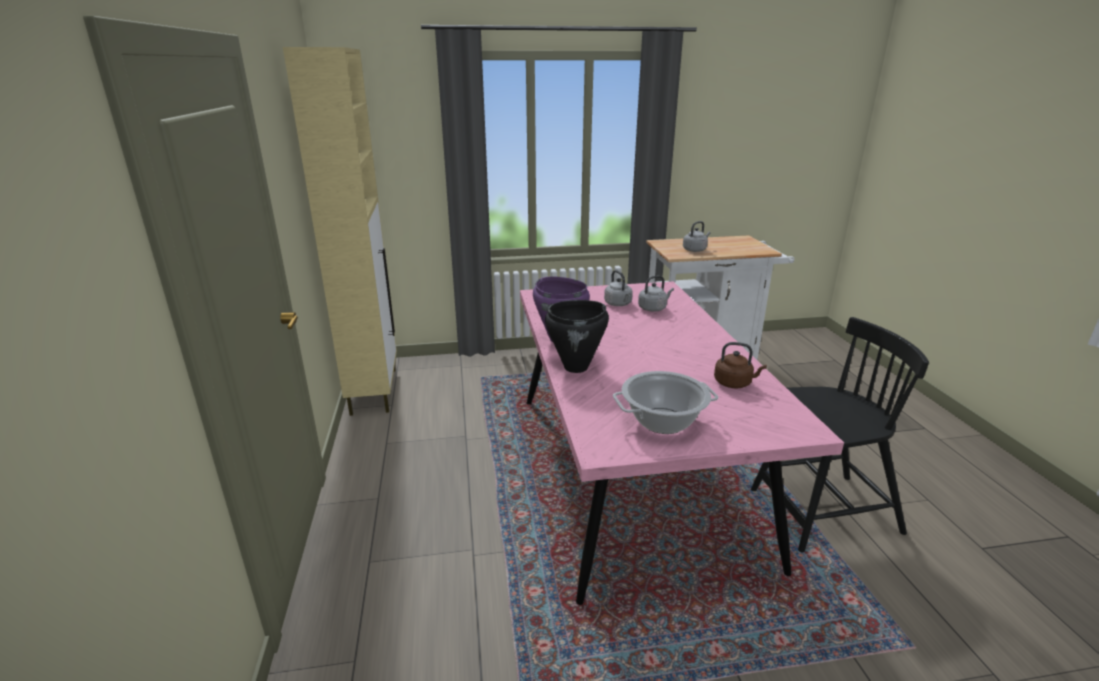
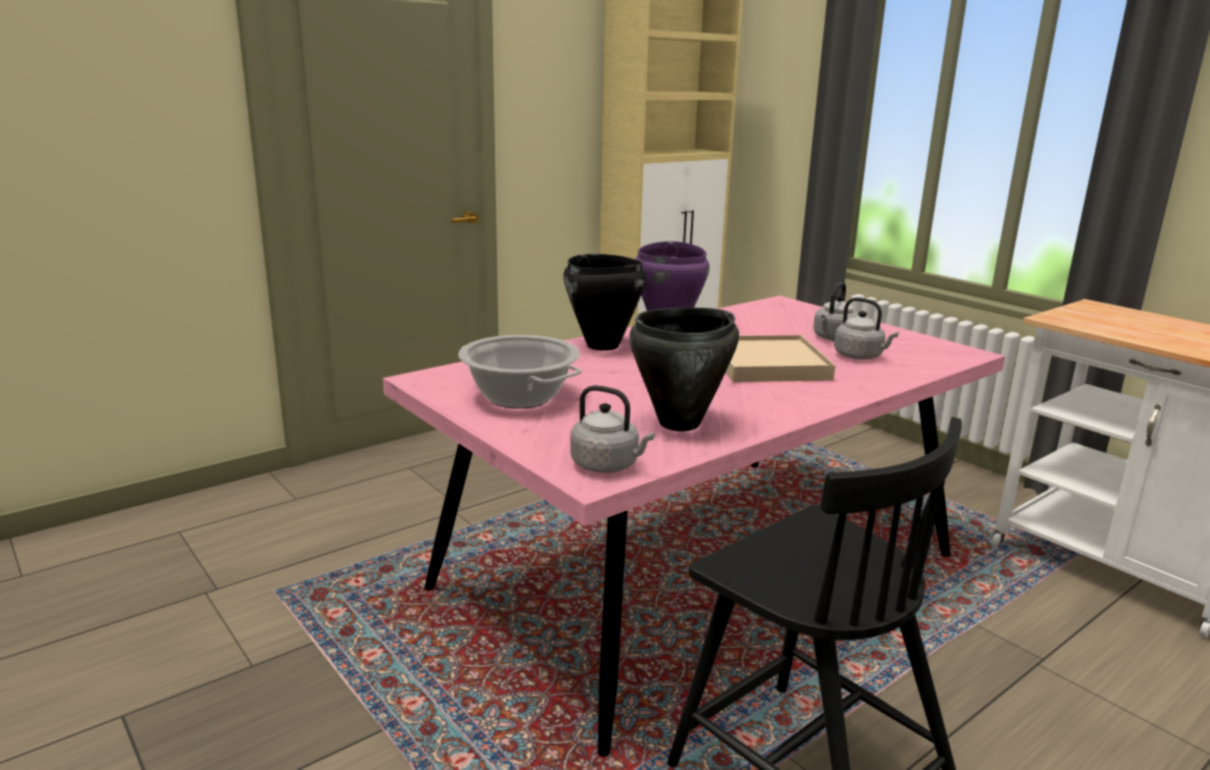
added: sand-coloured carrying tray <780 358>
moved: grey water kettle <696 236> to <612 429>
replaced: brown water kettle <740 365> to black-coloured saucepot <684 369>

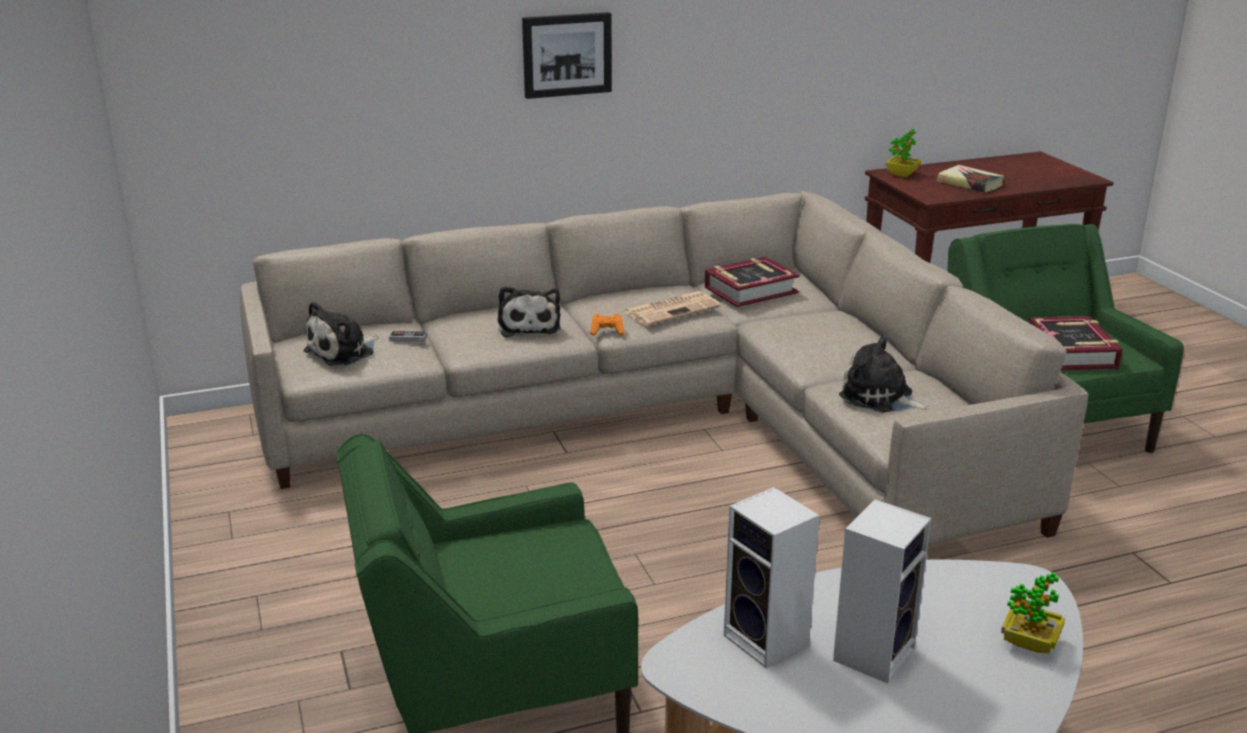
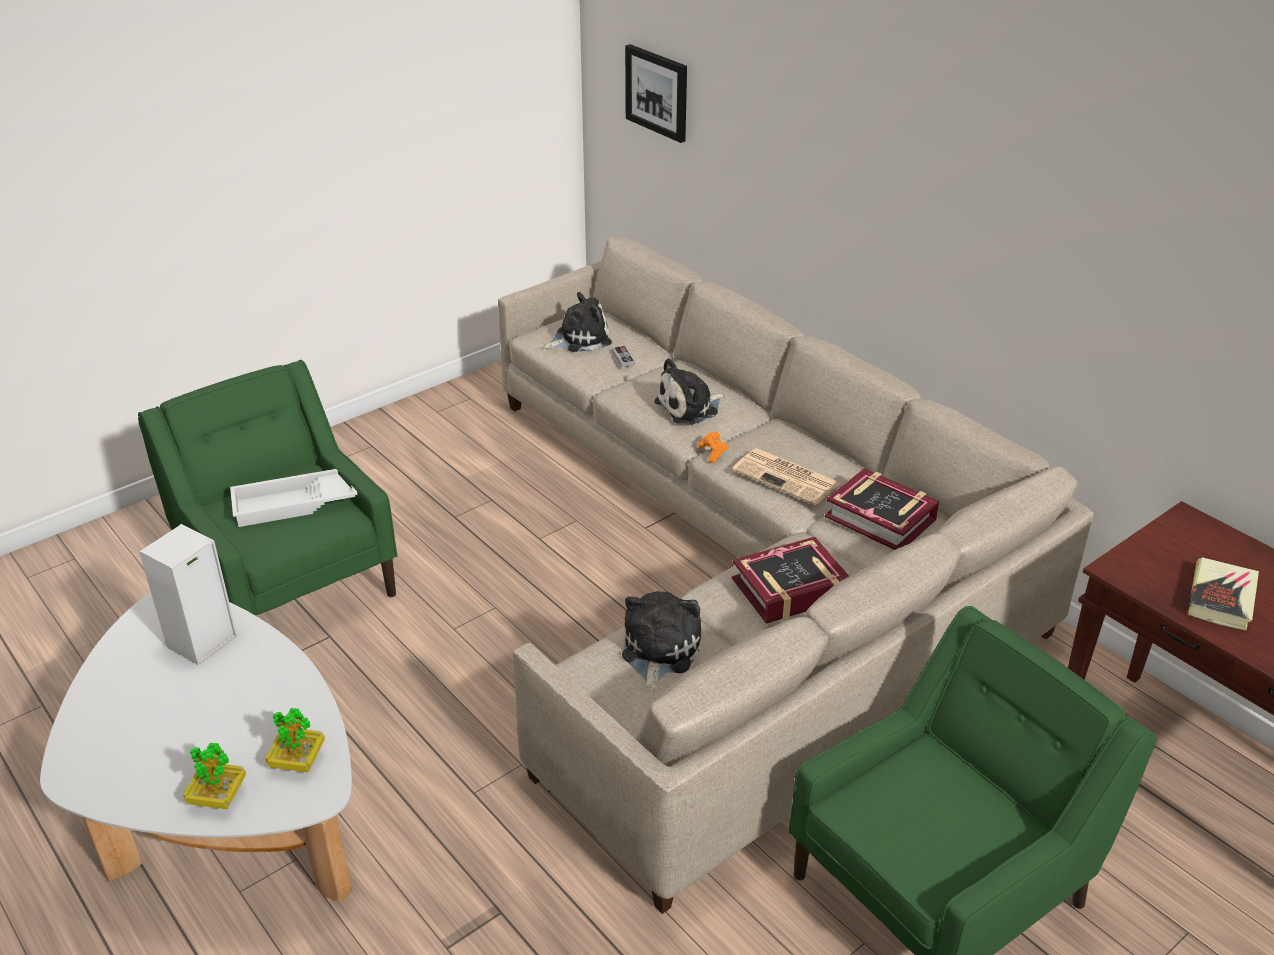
removed: loudspeaker <882 591>
added: white-coloured carrying tray <294 498>
moved: wall art <567 55> to <656 93>; potted plant <903 153> to <295 740>; volume <1076 343> to <791 580>
turned: cuddly toy <341 333> = <577 322> 135 degrees clockwise

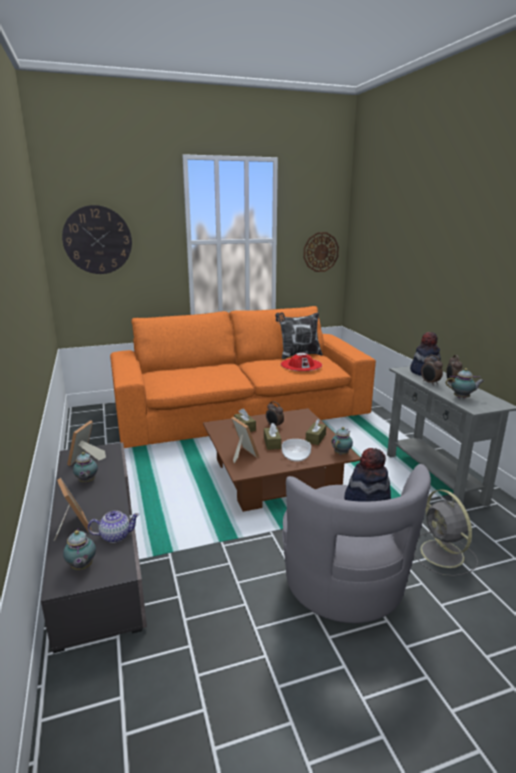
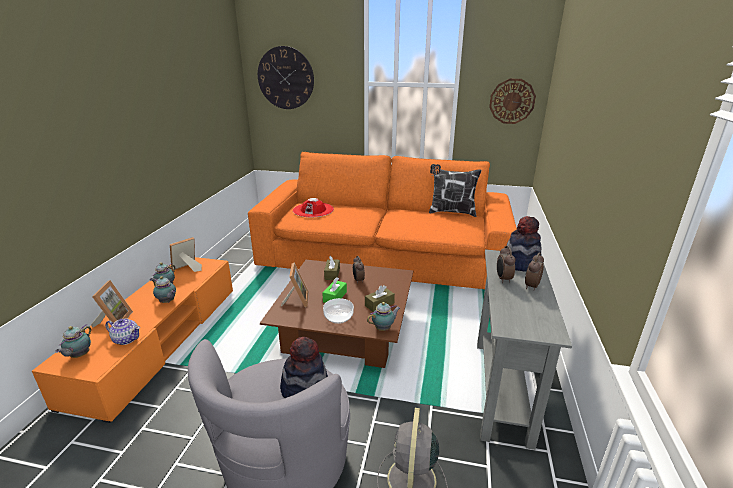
moved: red-coloured hat <301 362> to <313 207>; tea pot <465 383> to <164 289>
recoloured: brown tissue box <272 436> to green tissue box <334 290>; grey tv unit <94 547> to orangey tv unit <132 340>

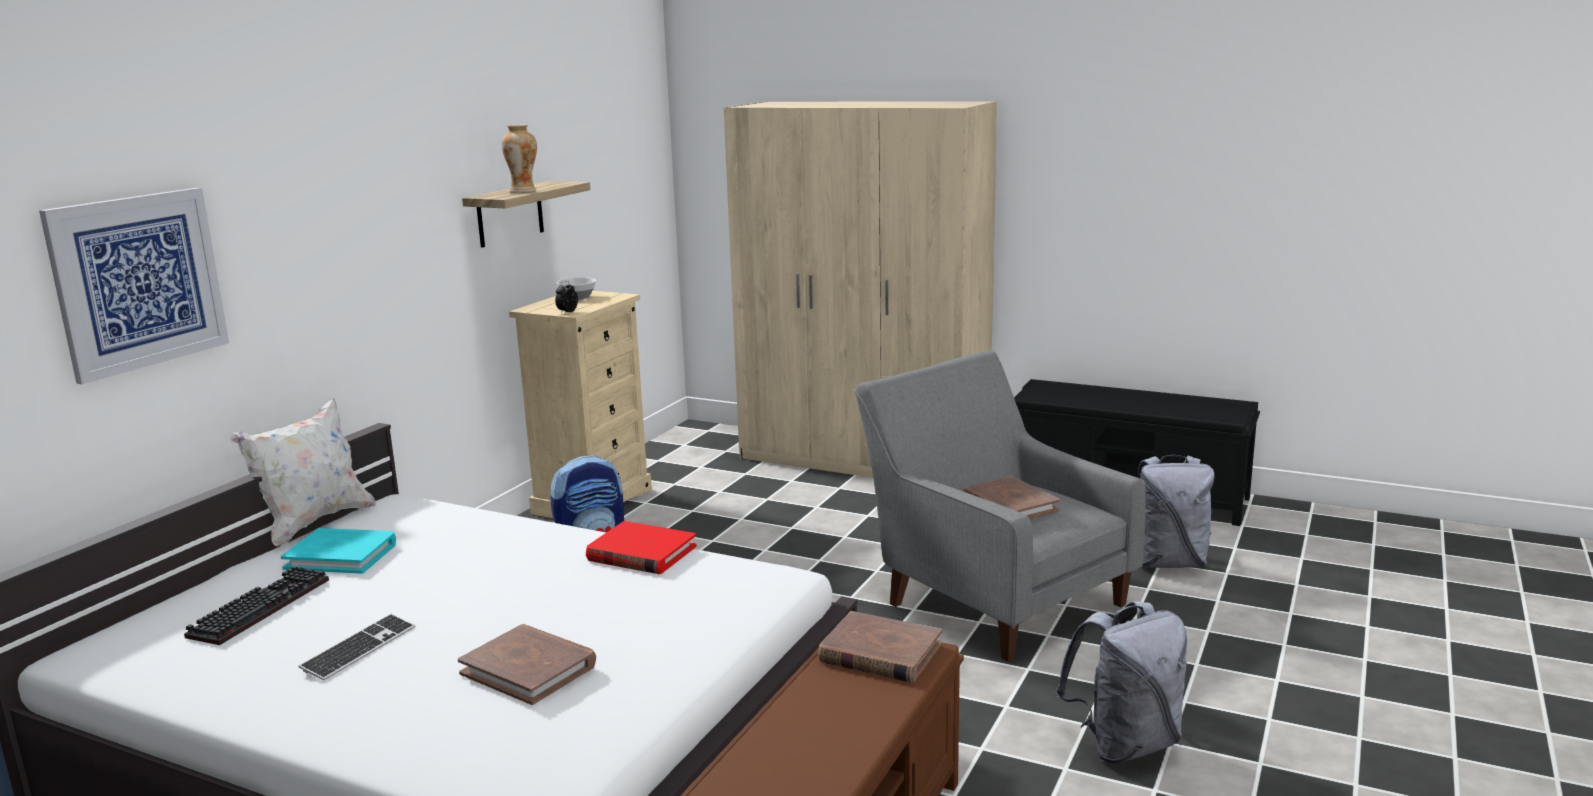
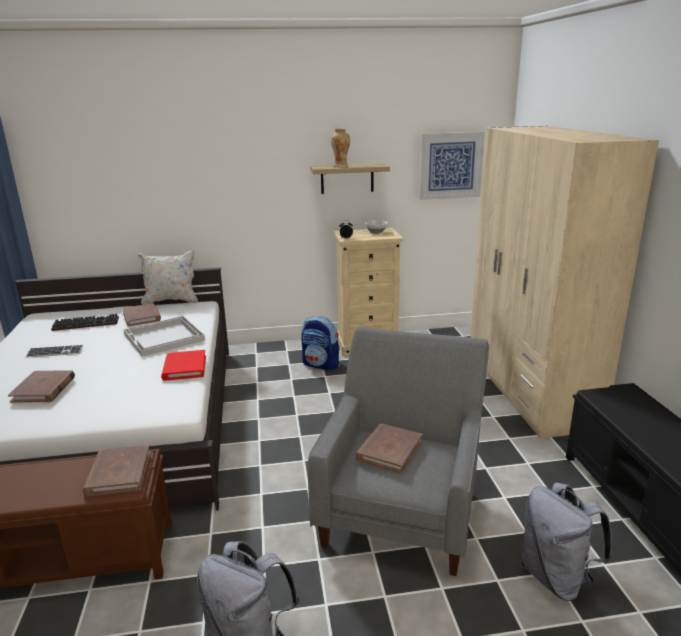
added: white-coloured carrying tray <164 336>
moved: wall art <134 286> to <452 166>
recoloured: blue-green volume <338 551> to brown volume <141 315>

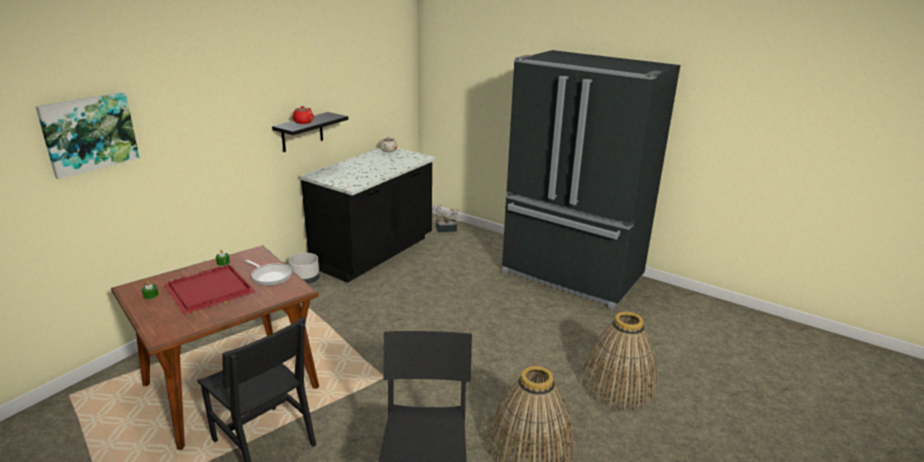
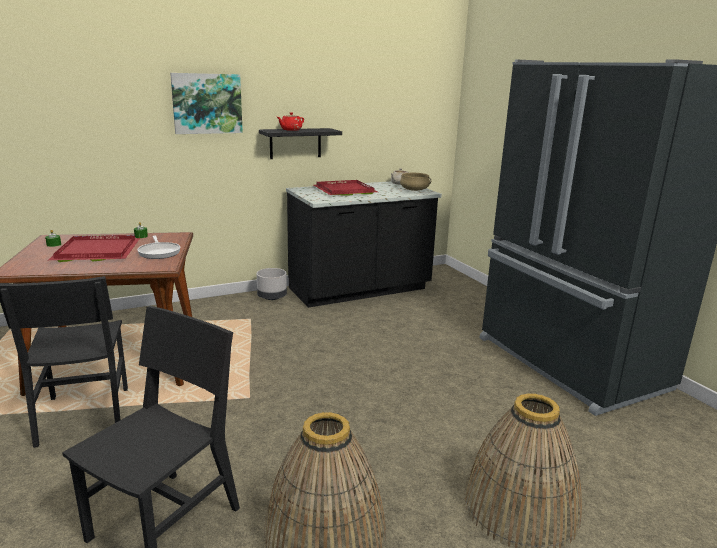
removed: potted plant <447 217>
added: sand-coloured saucepot <415 182>; red-coloured carrying tray <345 188>
moved: wall art <87 135> to <206 103>

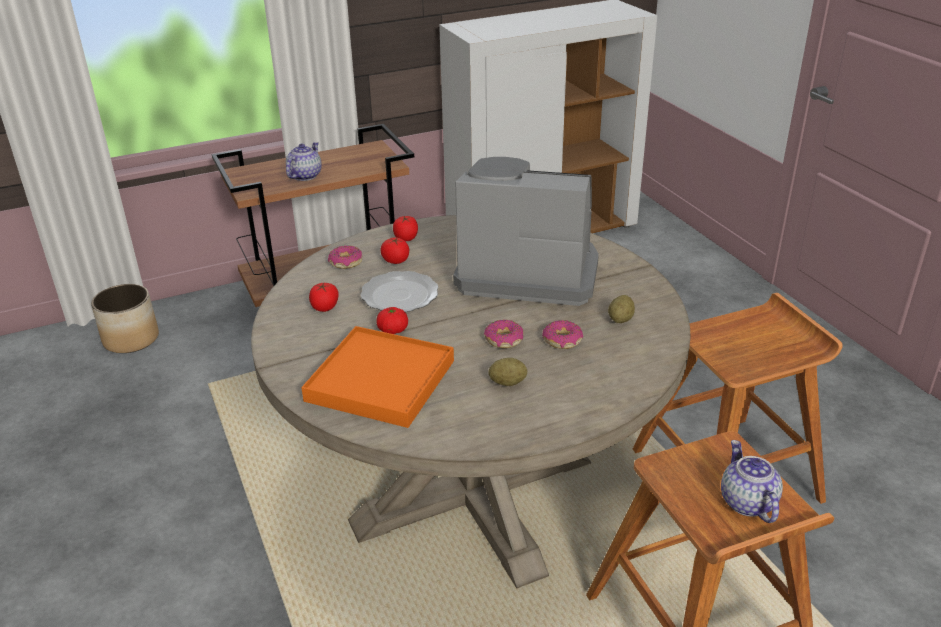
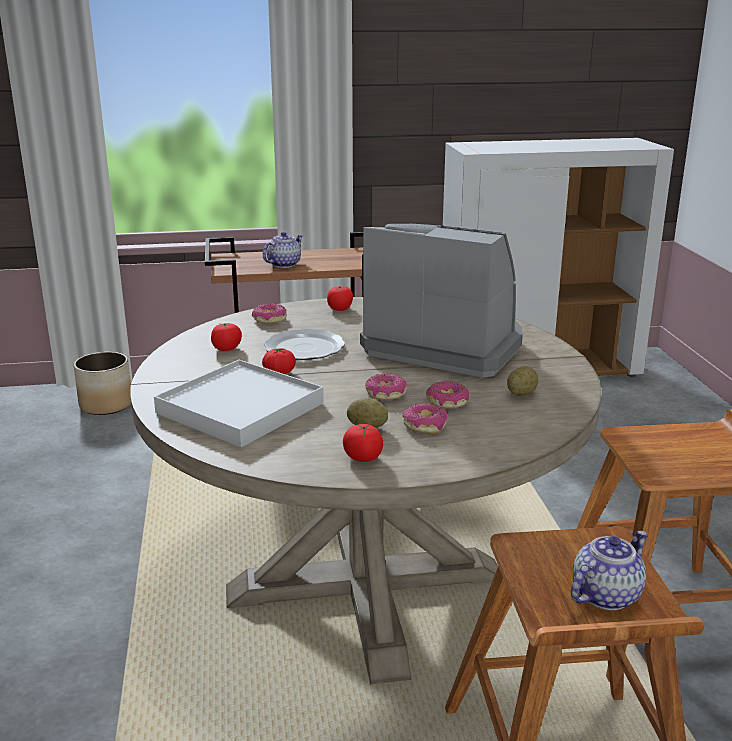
added: ring doughnut <425 418>
moved: fresh tomato <394 250> to <363 443>
recoloured: orangey carrying tray <377 377> to white-coloured carrying tray <239 403>
turned: tea pot <752 481> = <609 570> 45 degrees clockwise

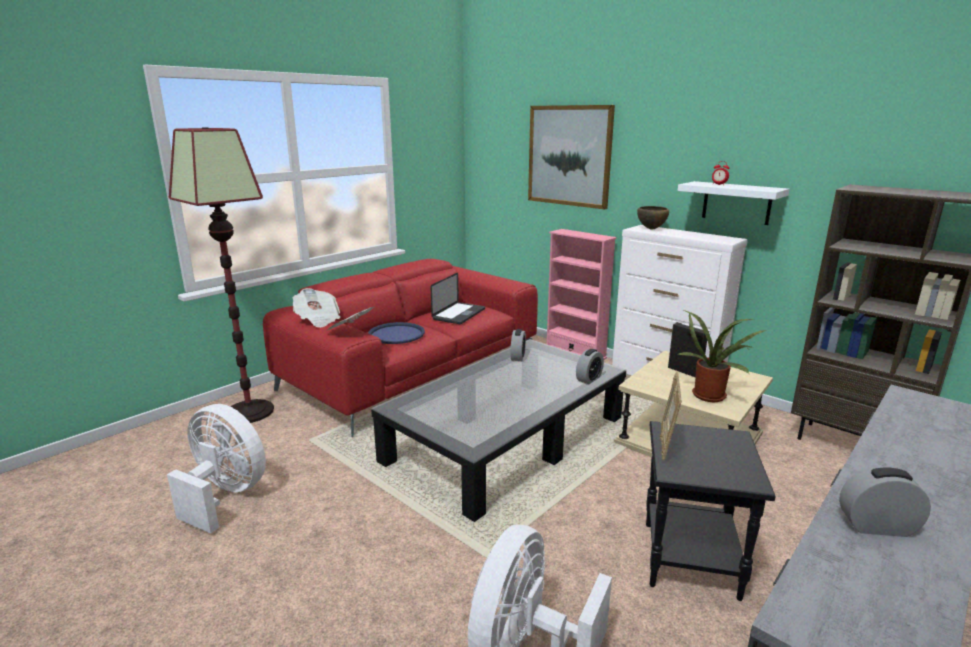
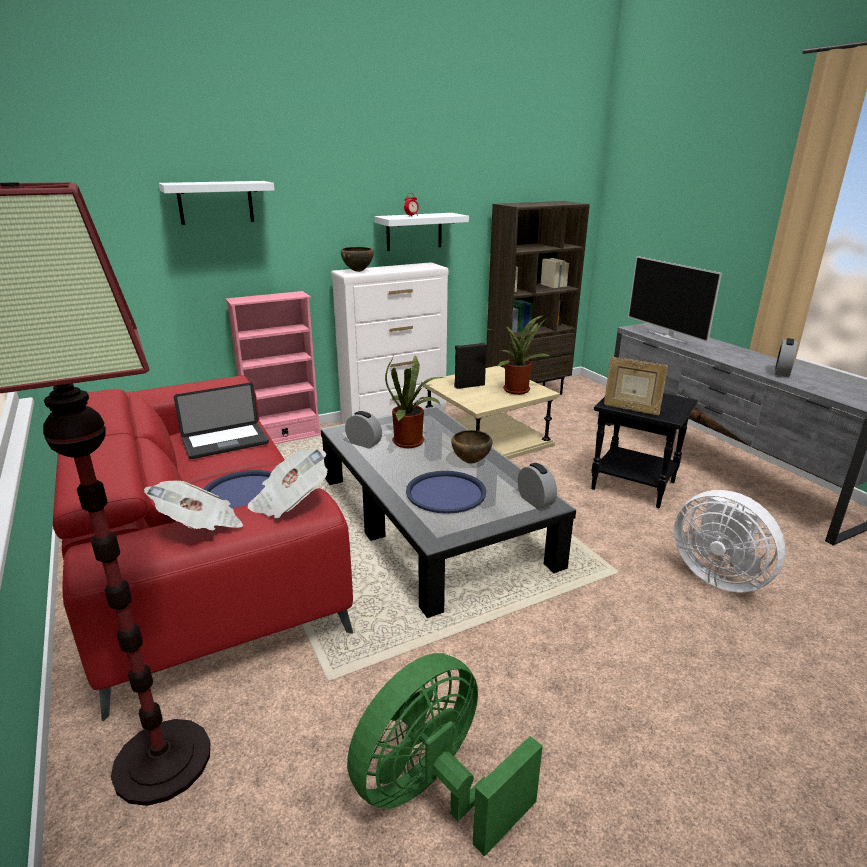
added: TV <675 300>; potted plant <414 401>; brown bowl <471 447>; blue carrying tray <446 492>
moved: alarm clock <590 366> to <537 486>
replaced: wall art <571 157> to white-coloured shelf <217 203>
recoloured: white-coloured cooling fan <216 468> to green cooling fan <445 755>
turned: portable computer <458 298> = <221 421> 105 degrees clockwise

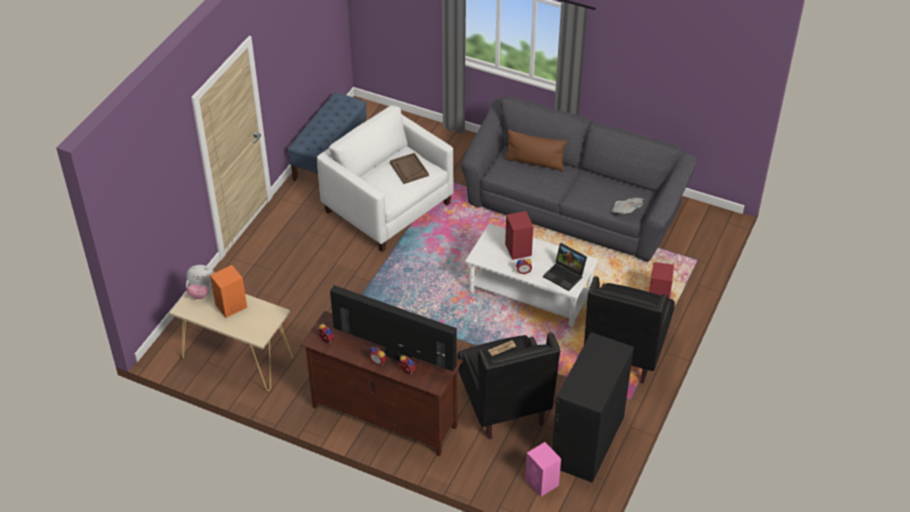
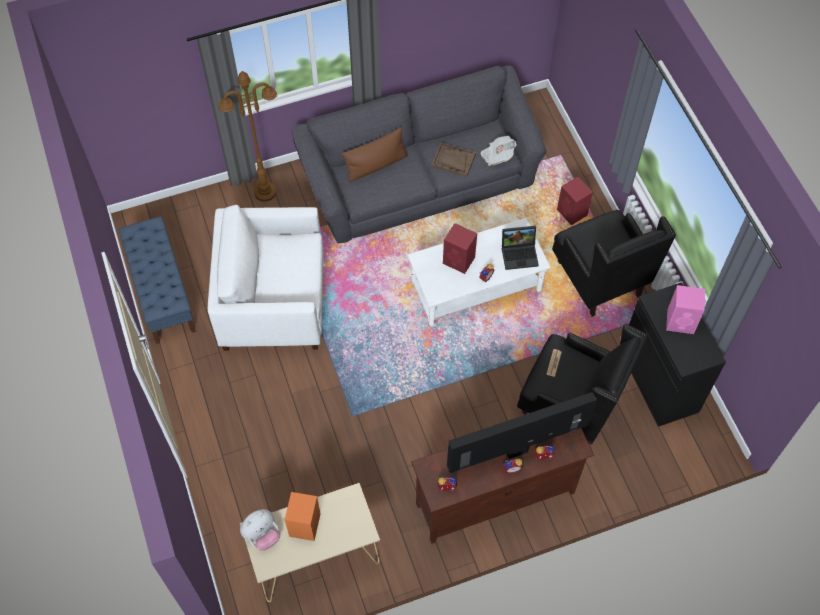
added: brown floor lamp <248 136>
moved: brown carrying tray <409 168> to <453 159>; pinkish loudspeaker <543 469> to <685 309>

